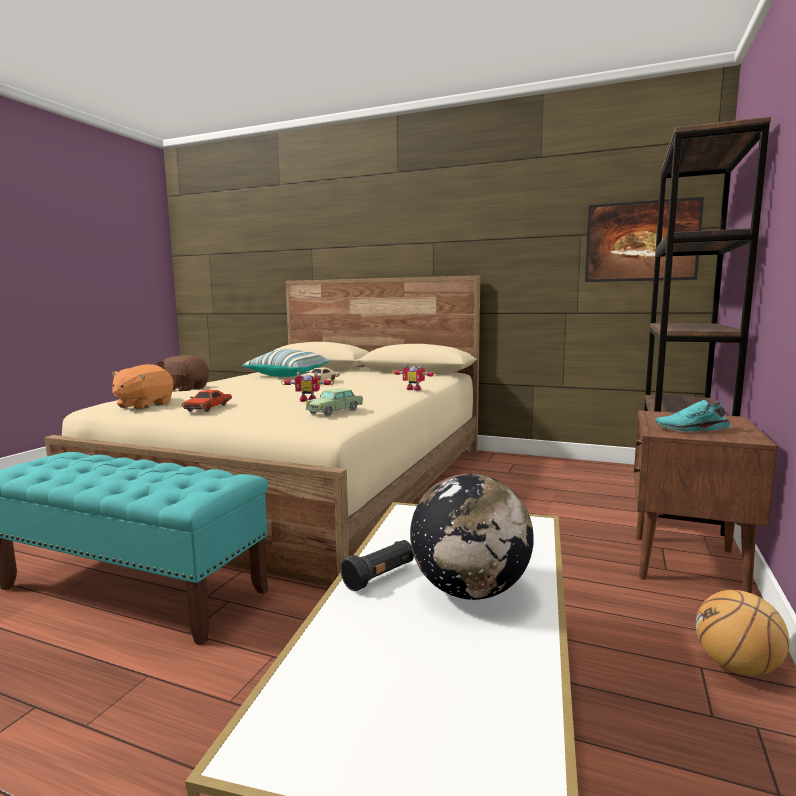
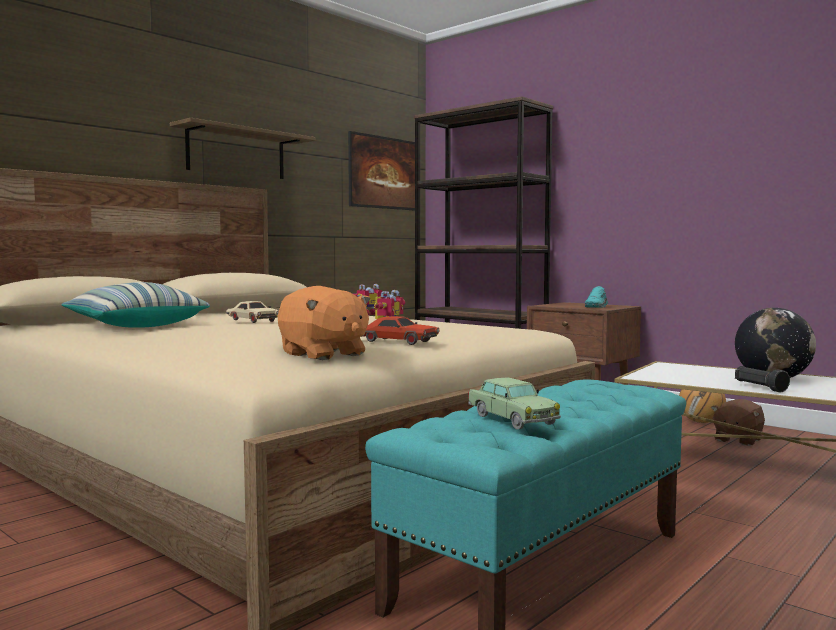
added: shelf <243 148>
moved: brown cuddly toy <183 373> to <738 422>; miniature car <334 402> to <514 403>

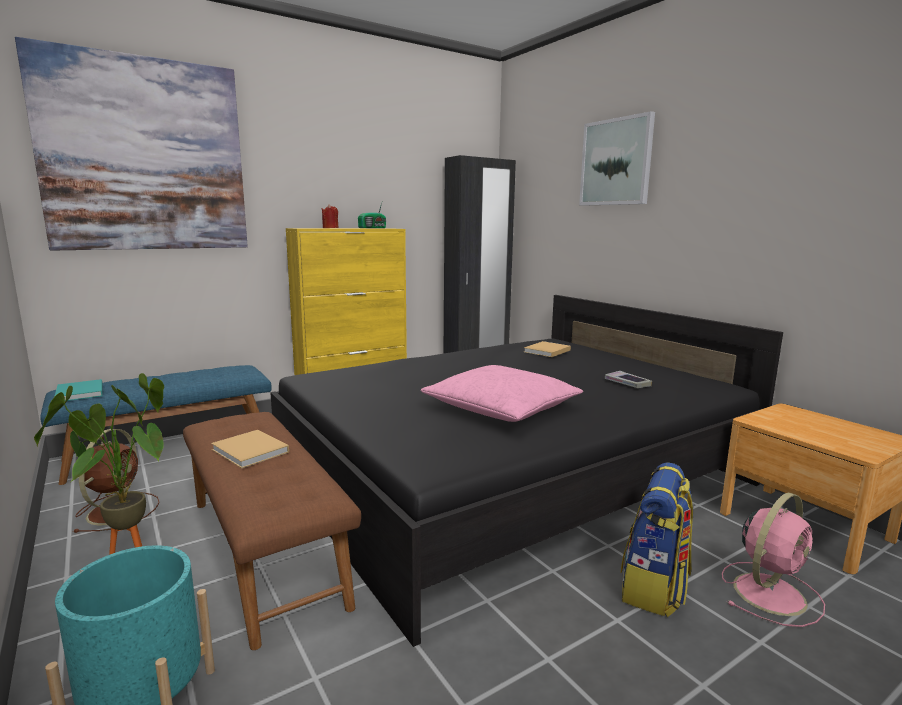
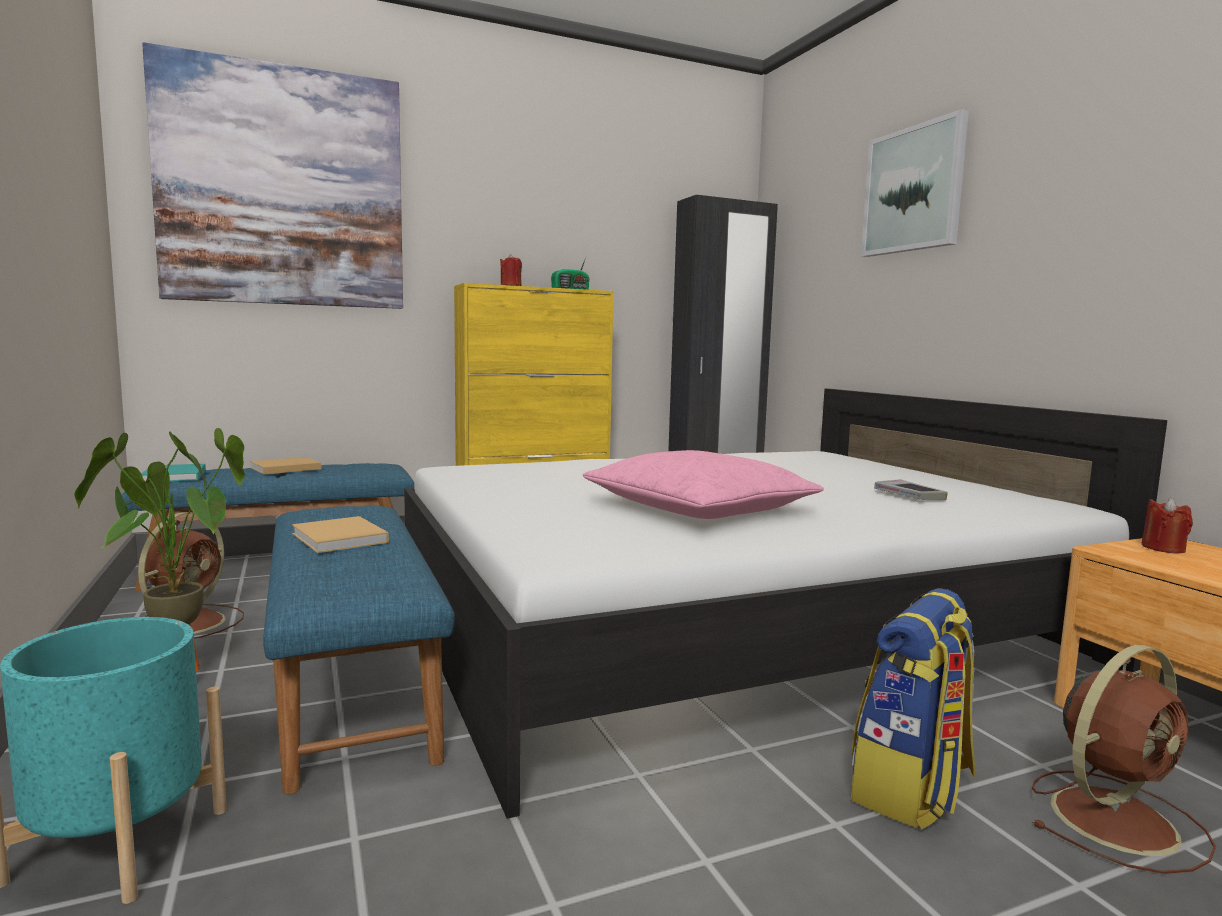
added: red-coloured candle <1167 526>
moved: sand-coloured volume <547 349> to <286 465>
recoloured: black-coloured bed <526 471> to white-coloured bed <785 604>; brown bench <272 531> to blue bench <359 650>; pinkish cooling fan <773 560> to brown cooling fan <1123 759>

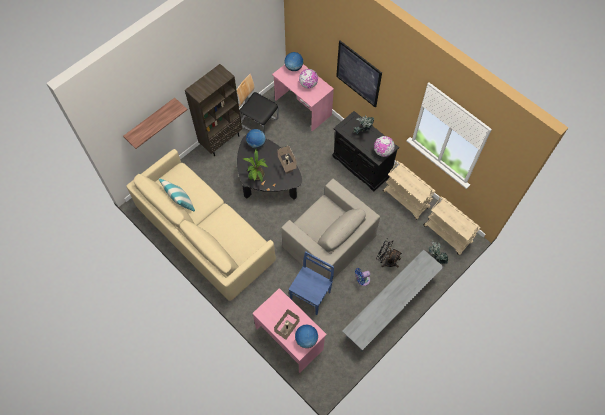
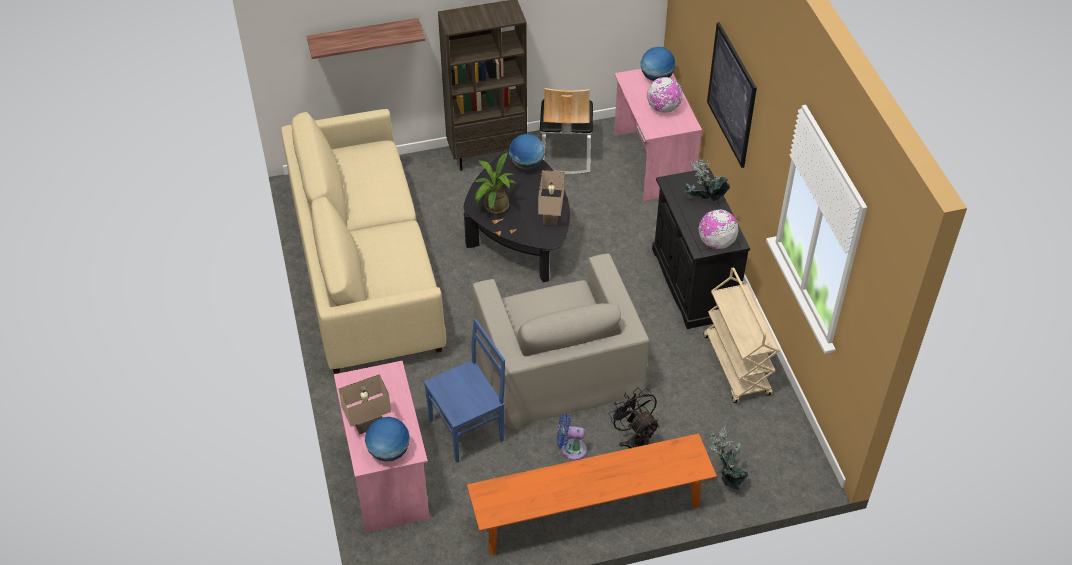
removed: throw pillow <177 194>; sand-coloured trolley <452 226>
recoloured: grey bench <393 301> to orangey bench <592 494>
turned: chair <258 104> = <566 131> 150 degrees counterclockwise

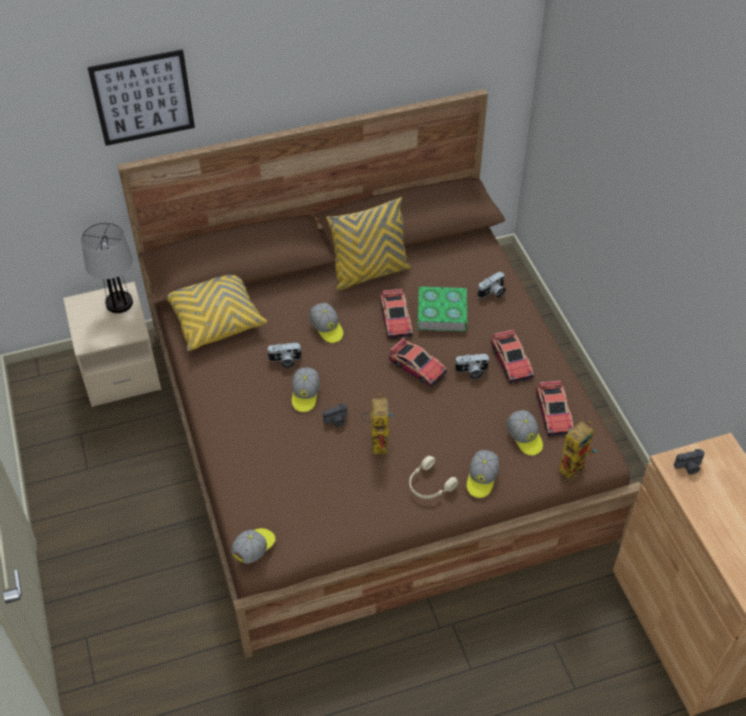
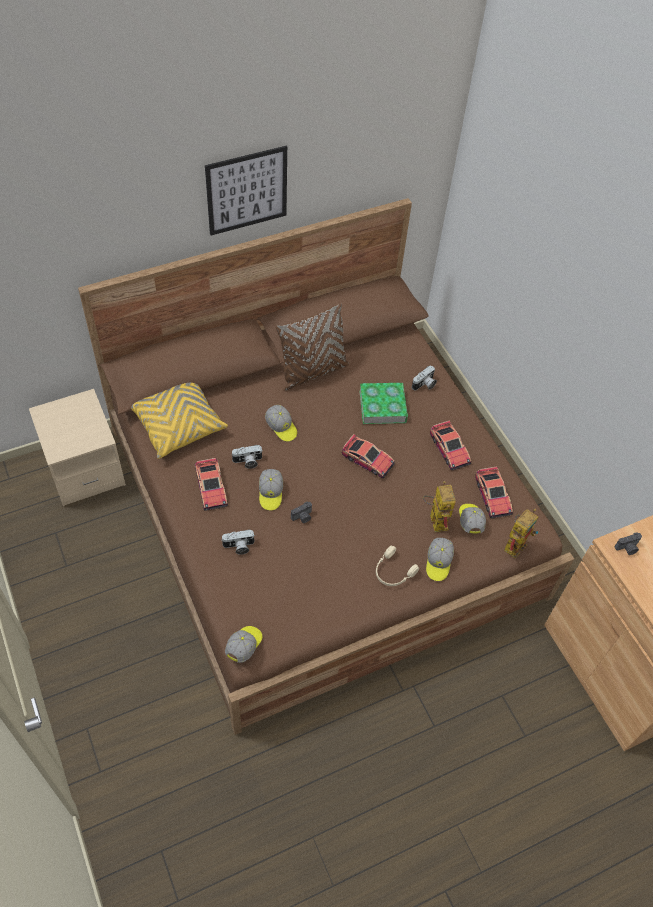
removed: lamp for a table <107 267>
moved: wall art <141 97> to <246 190>; miniature car <396 314> to <211 484>; still camera <472 366> to <238 542>; robot figure <376 423> to <439 506>
recoloured: yellowish throw pillow <368 244> to brown throw pillow <312 346>
turned: peaked cap <525 433> = <472 518> 150 degrees counterclockwise

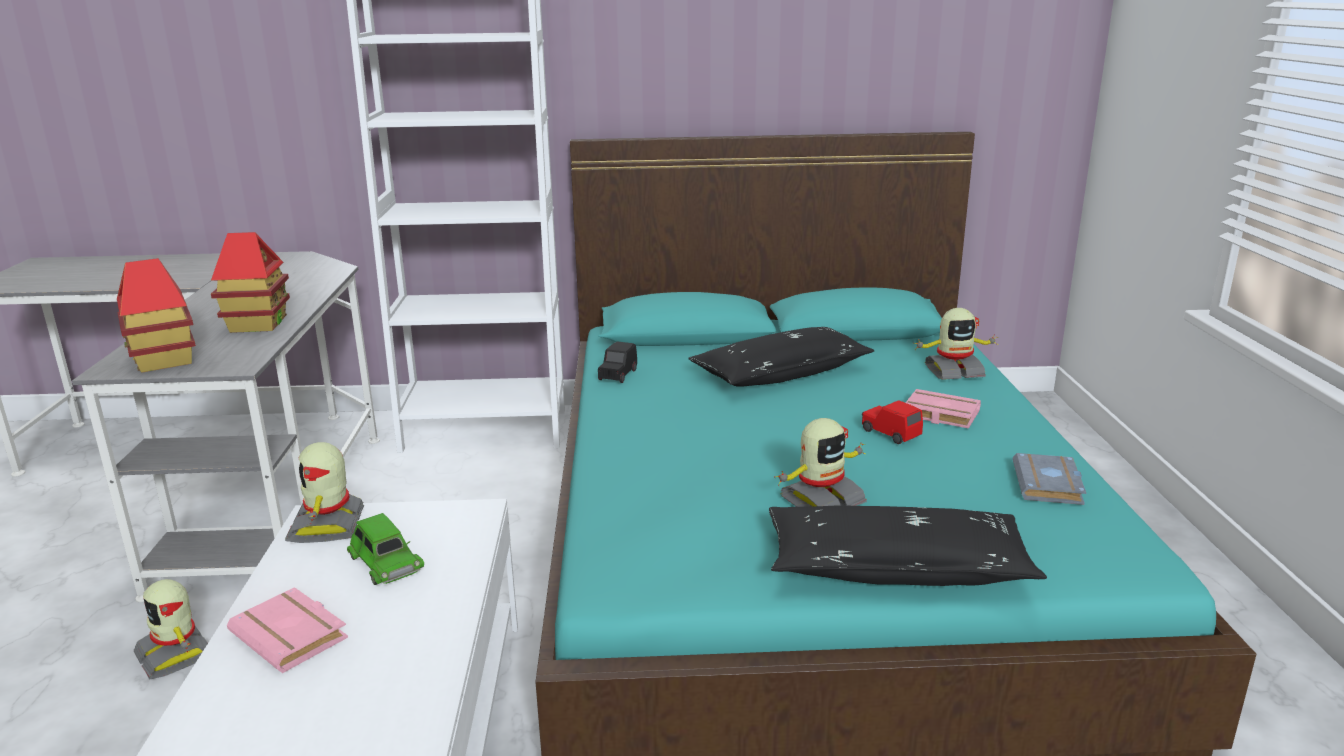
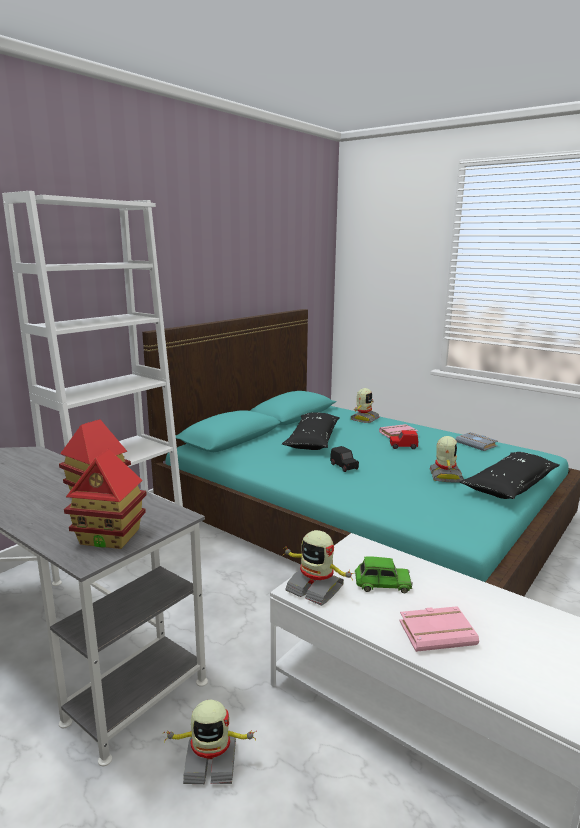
moved: black-coloured miniature car <617 362> to <344 459>

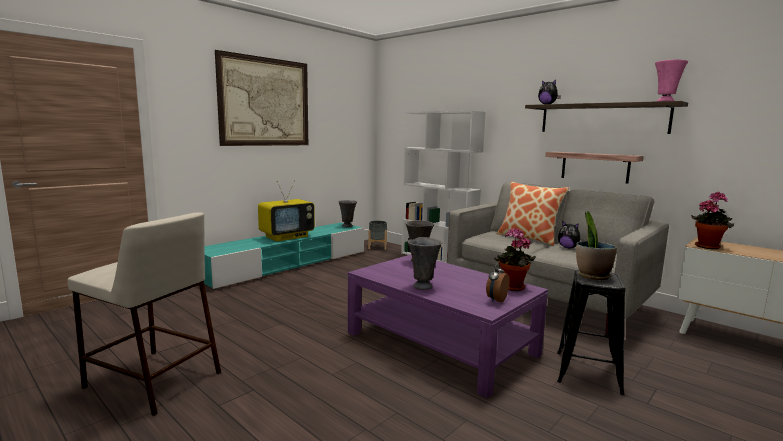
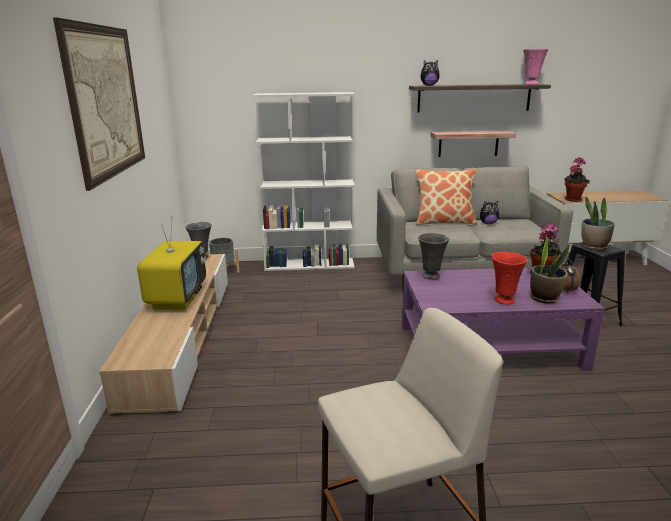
added: potted plant <550 269>
recoloured: blue-green tv unit <283 256> to sand-coloured tv unit <163 334>; grey flower vase <425 263> to red-coloured flower vase <509 278>

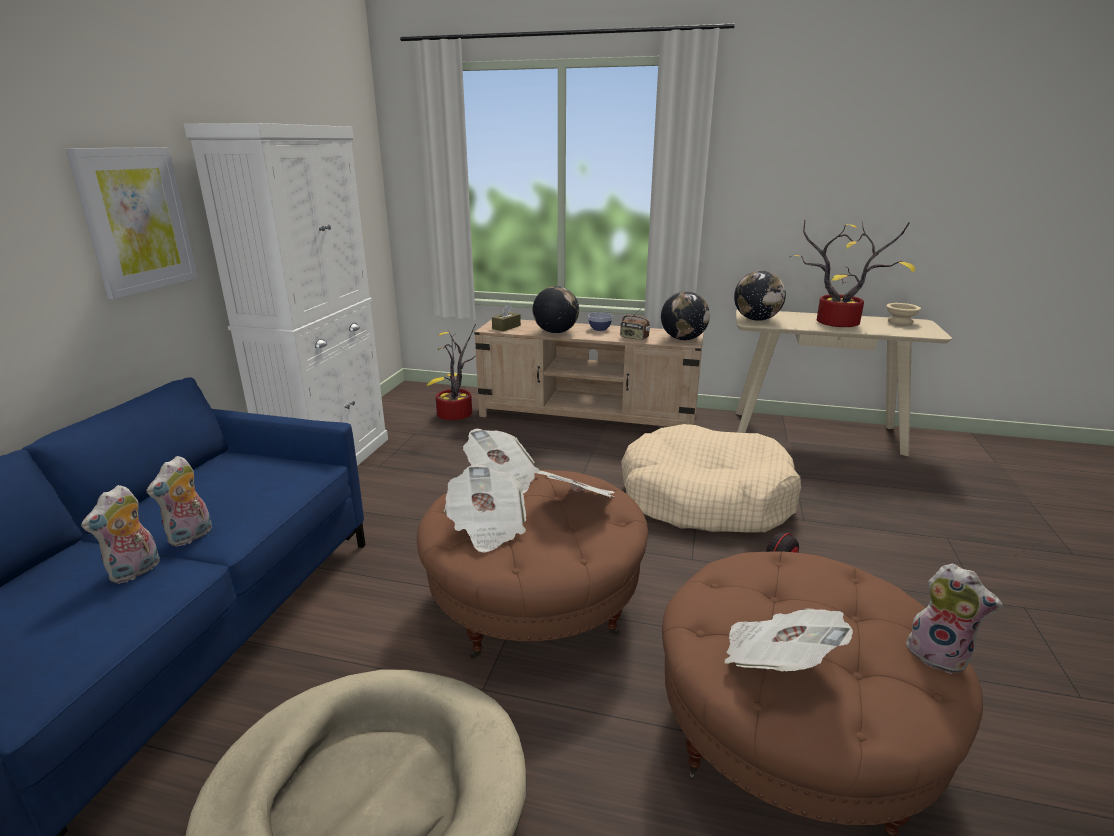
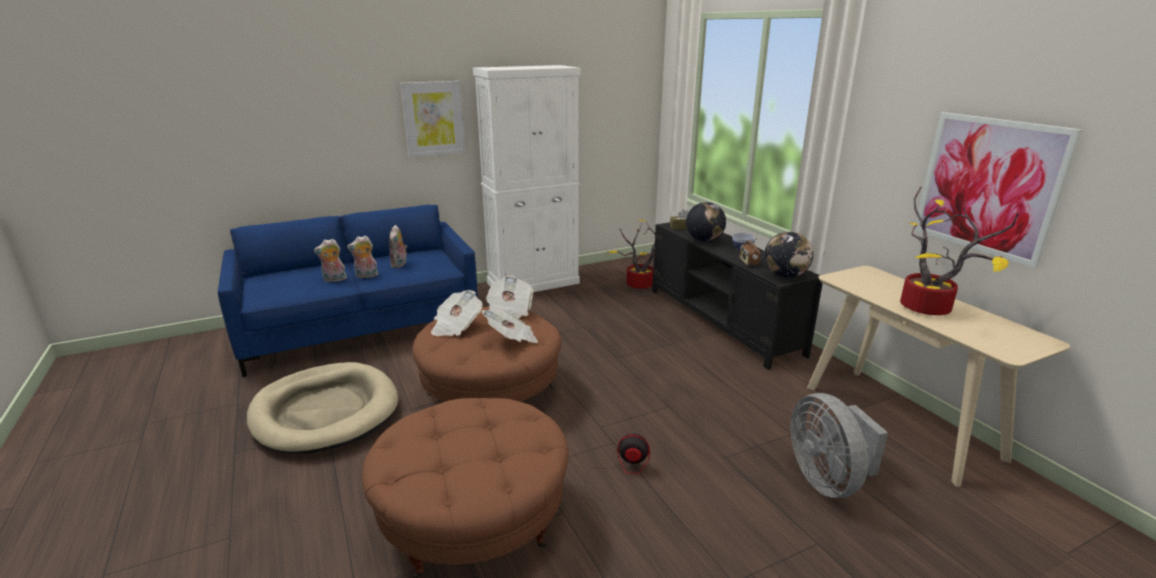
removed: desk globe <760 296>; sand-coloured bowl <903 314>; sand-coloured dog cushion <711 478>; daily paper <788 639>
added: wall art <998 190>; grey cooling fan <839 445>
moved: cuddly toy <954 618> to <398 246>
recoloured: sand-coloured tv unit <589 373> to black-coloured tv unit <737 296>

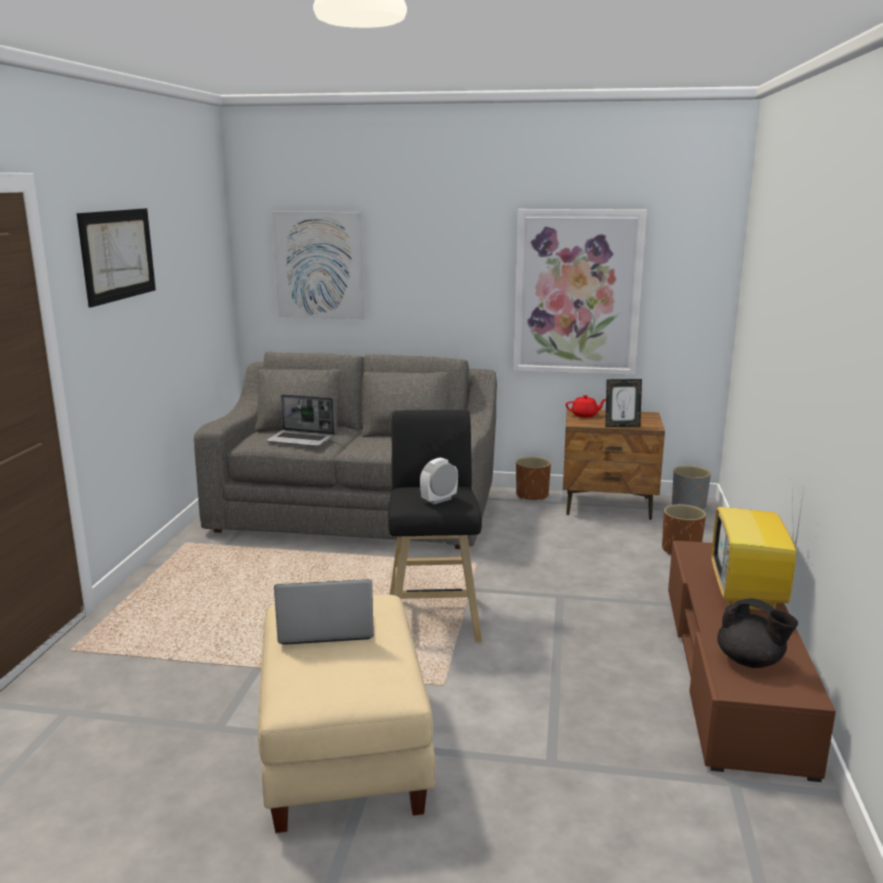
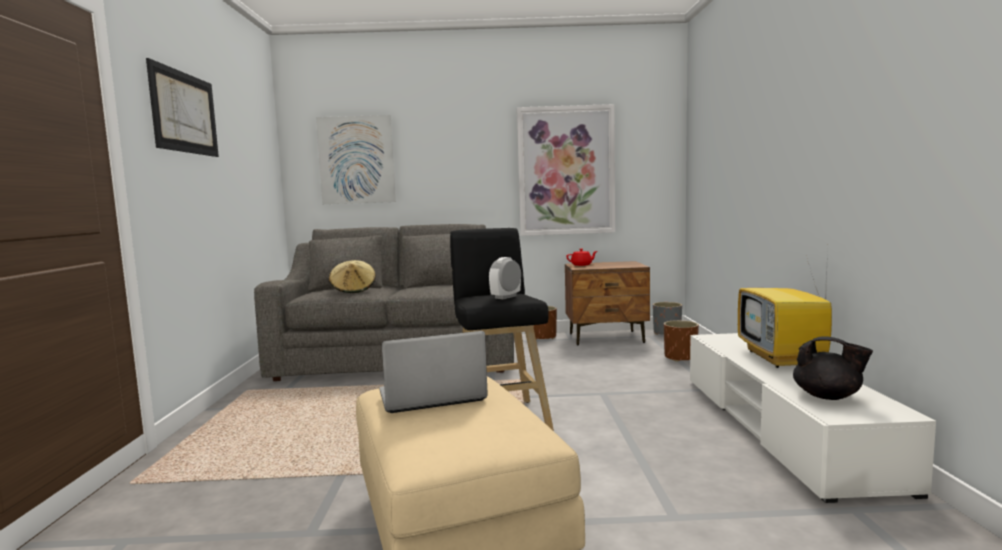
removed: standing frame <623 403>
replaced: portable computer <300 420> to sand-coloured hat <352 276>
recoloured: brown tv unit <752 661> to white-coloured tv unit <813 418>

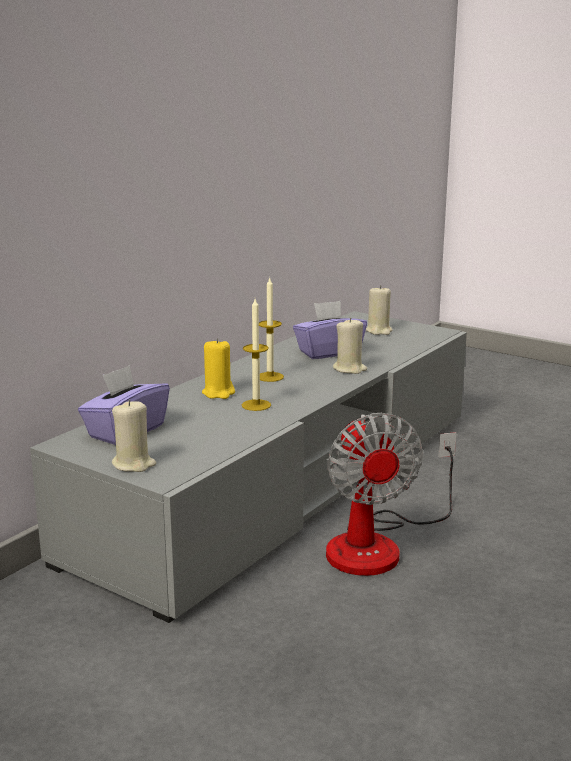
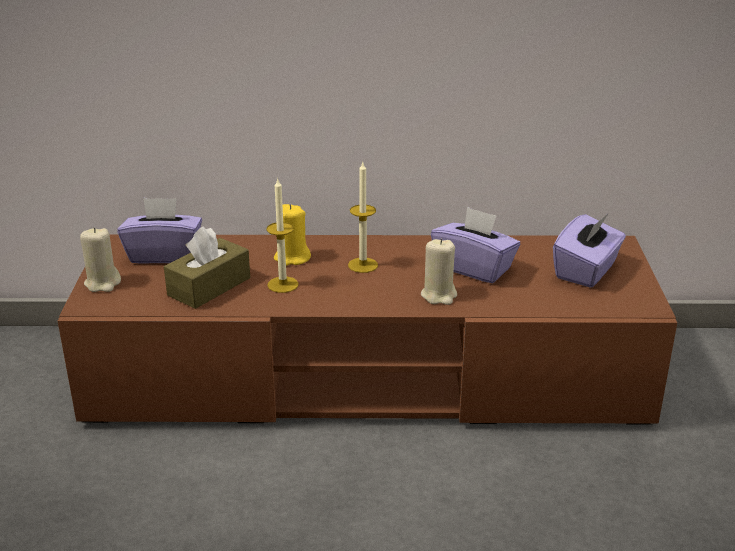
removed: cooling fan <391 494>
added: brown tissue box <207 267>
replaced: sand-coloured candle <379 310> to purple-coloured tissue box <589 250>
recoloured: grey tv unit <248 467> to brown tv unit <367 329>

